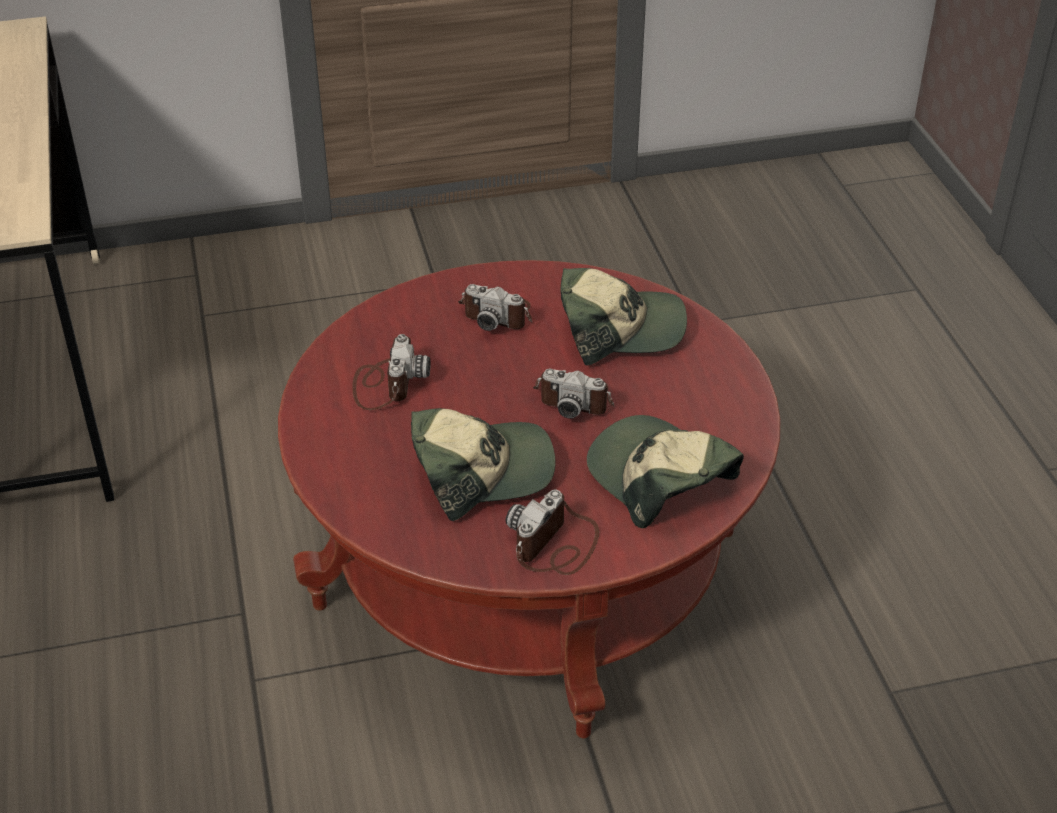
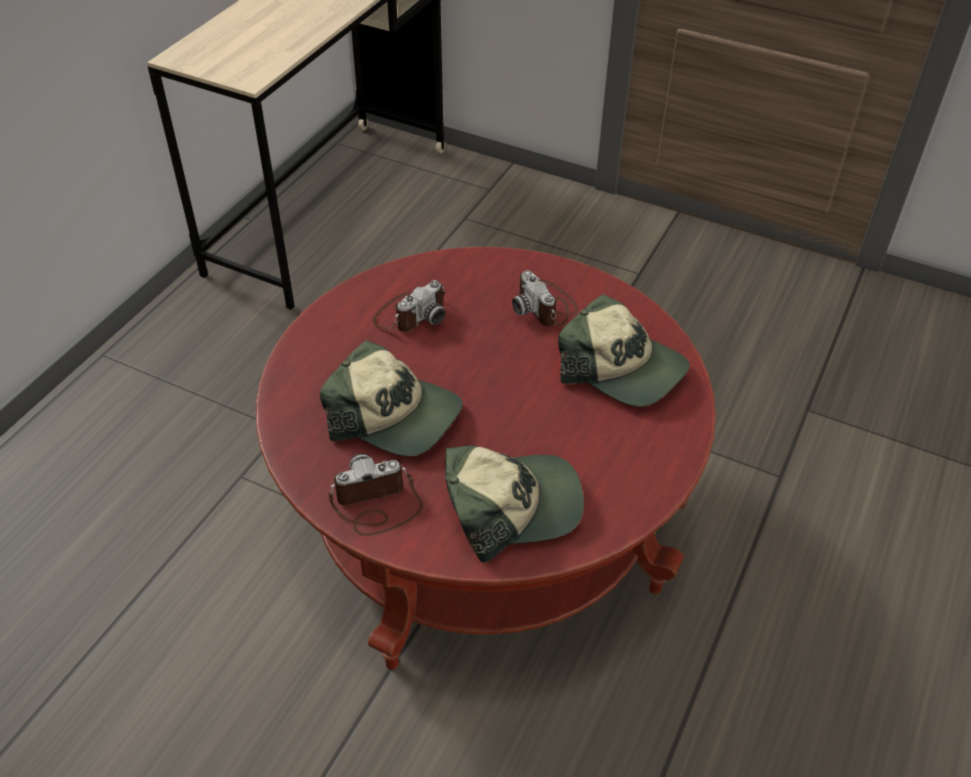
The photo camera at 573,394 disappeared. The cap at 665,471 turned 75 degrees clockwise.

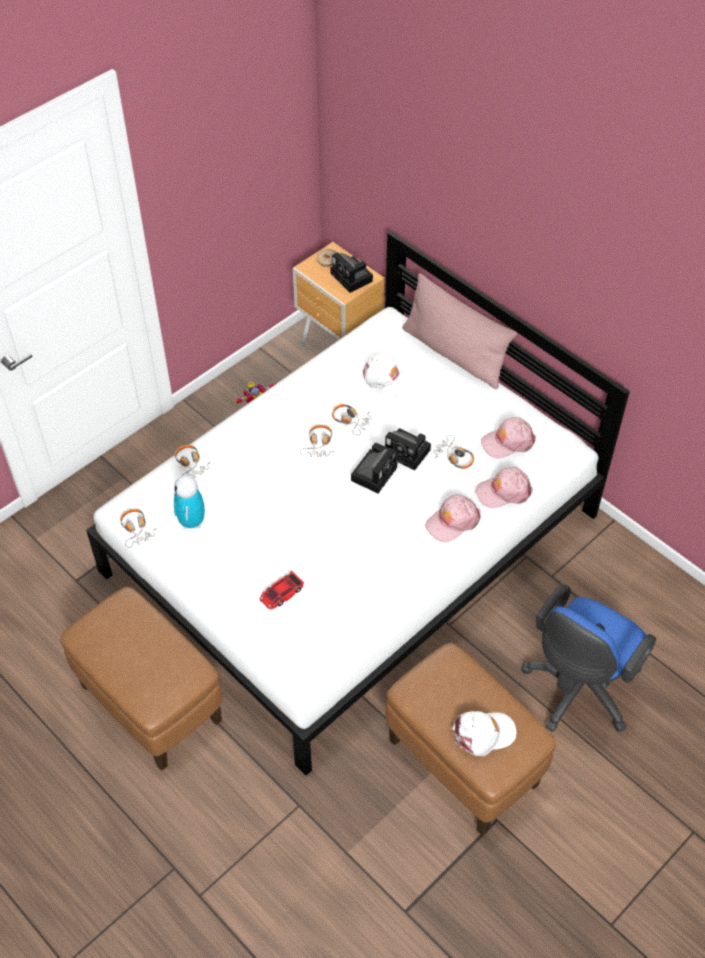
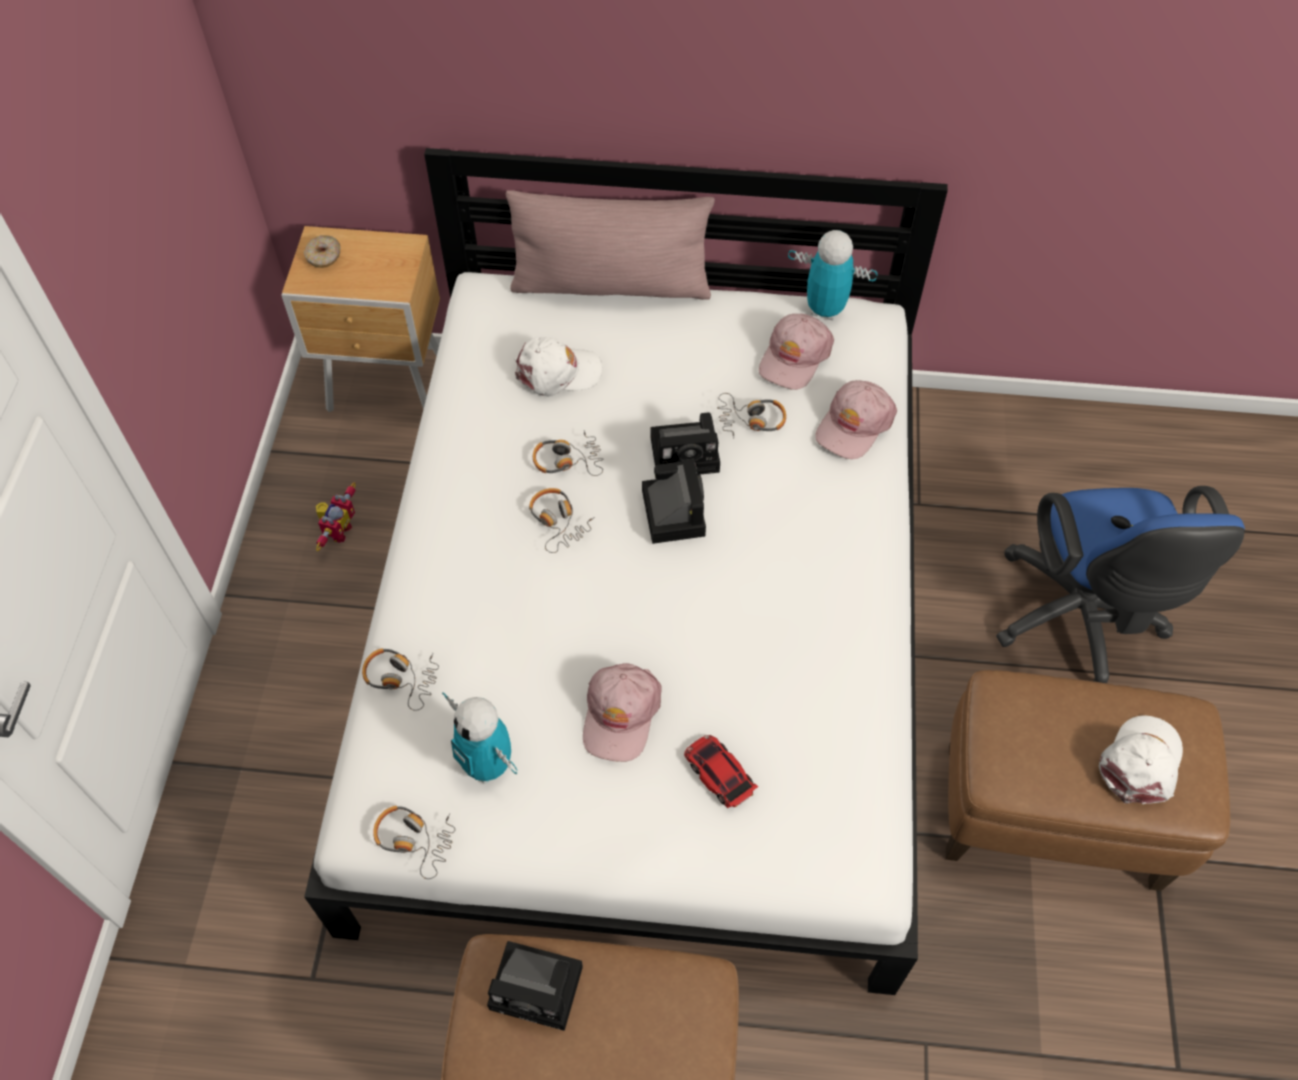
The model car at 282,590 turned 135 degrees clockwise. The photo camera moved from 352,272 to 535,986. The pink-coloured cap moved from 452,518 to 622,712. The robot figure at 833,275 appeared.

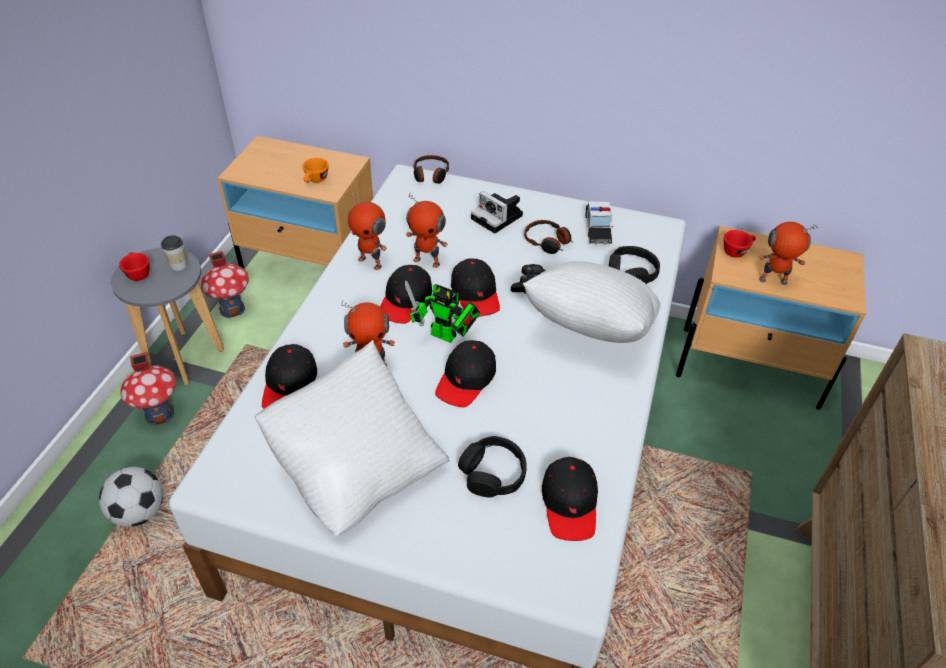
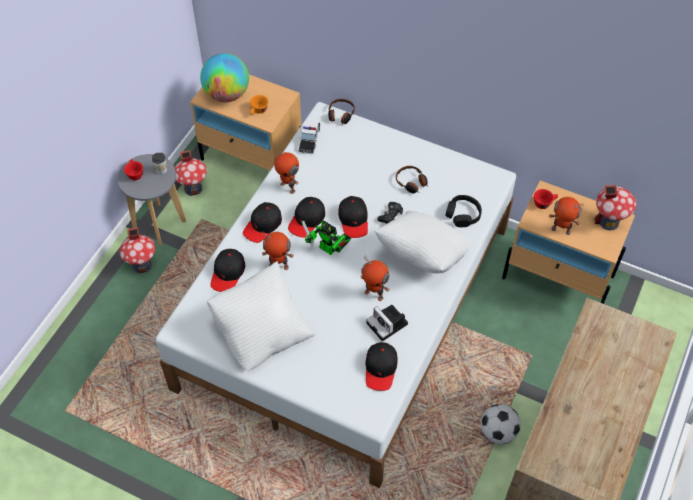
The football ball moved from 131,497 to 501,424. The robot figure moved from 427,230 to 375,278. The black cap moved from 465,374 to 262,222. The black headset at 492,467 disappeared. The photo camera moved from 497,212 to 387,323. The model car moved from 599,223 to 309,137. The desk globe at 224,77 appeared. The model house at 615,207 appeared.

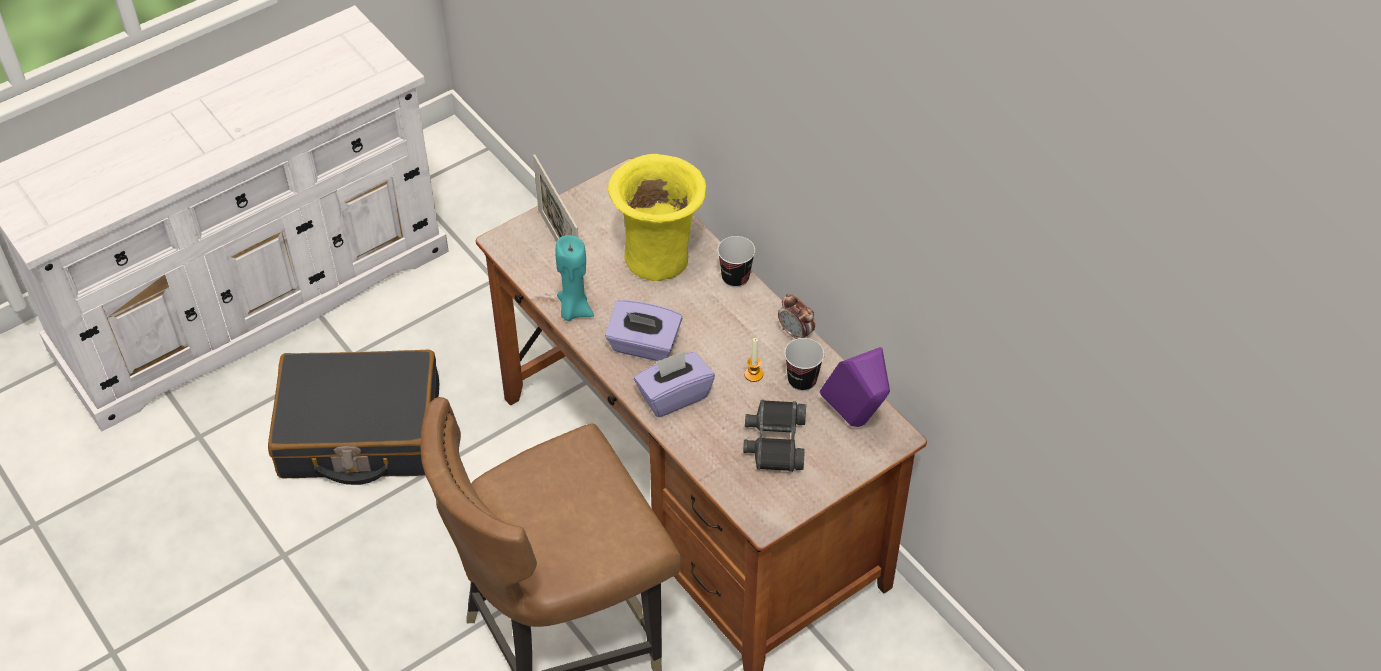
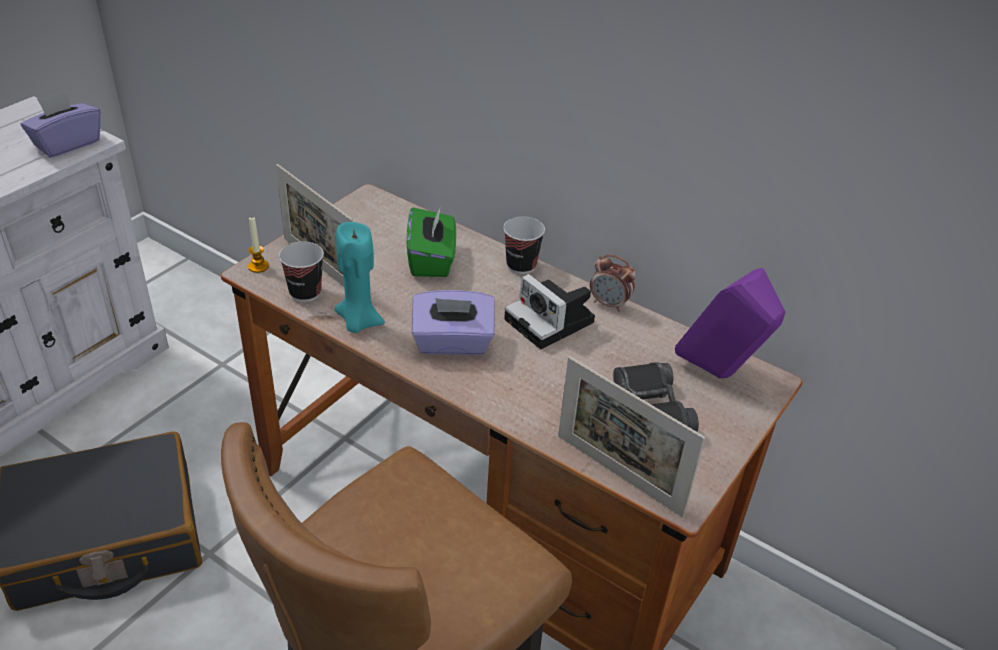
The yellowish vase at 657,217 was replaced by the green-coloured box of tissues at 431,241. The purple box of tissues moved from 674,384 to 60,124. The wax light moved from 753,360 to 258,244. The cup moved from 804,364 to 301,271. The photo camera at 549,311 appeared. The standing frame at 631,436 appeared.

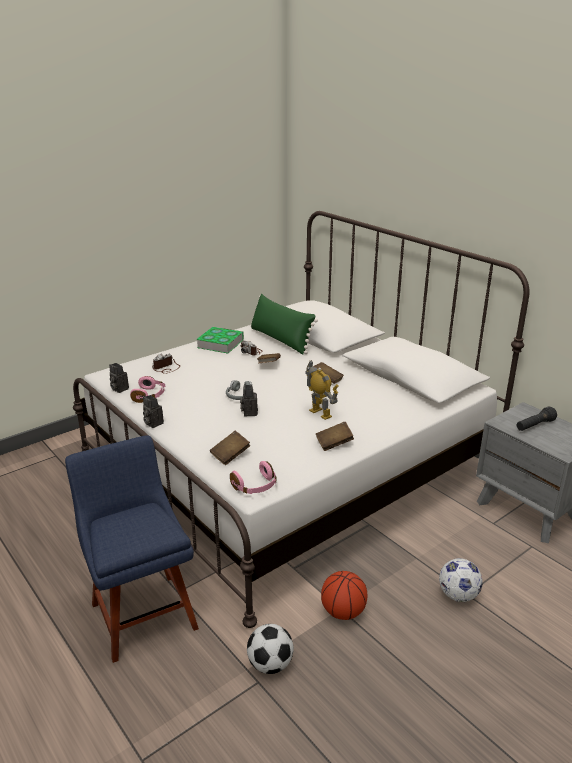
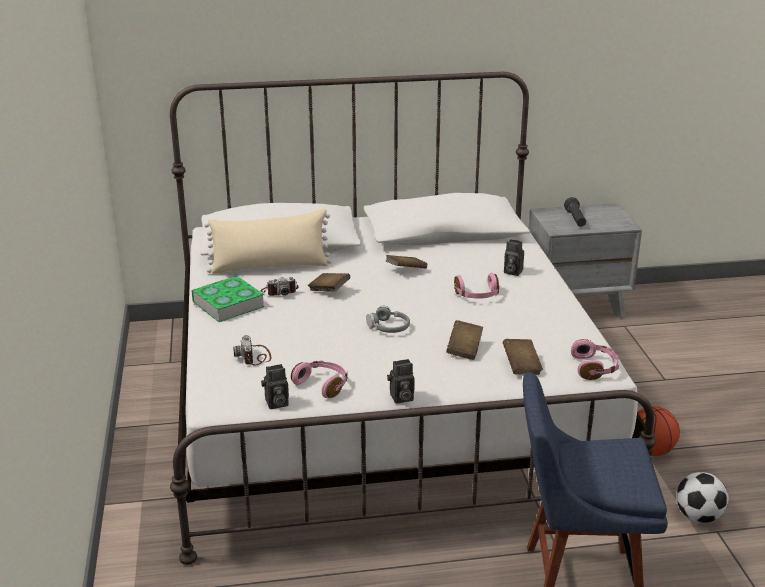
The photo camera moved from 249,400 to 514,257. The green-coloured cushion at 284,324 became the beige-coloured cushion at 268,241. The robot figure at 322,390 was replaced by the pink-coloured headset at 476,286. The brownish bound book moved from 335,436 to 464,340. The football ball at 461,580 disappeared.

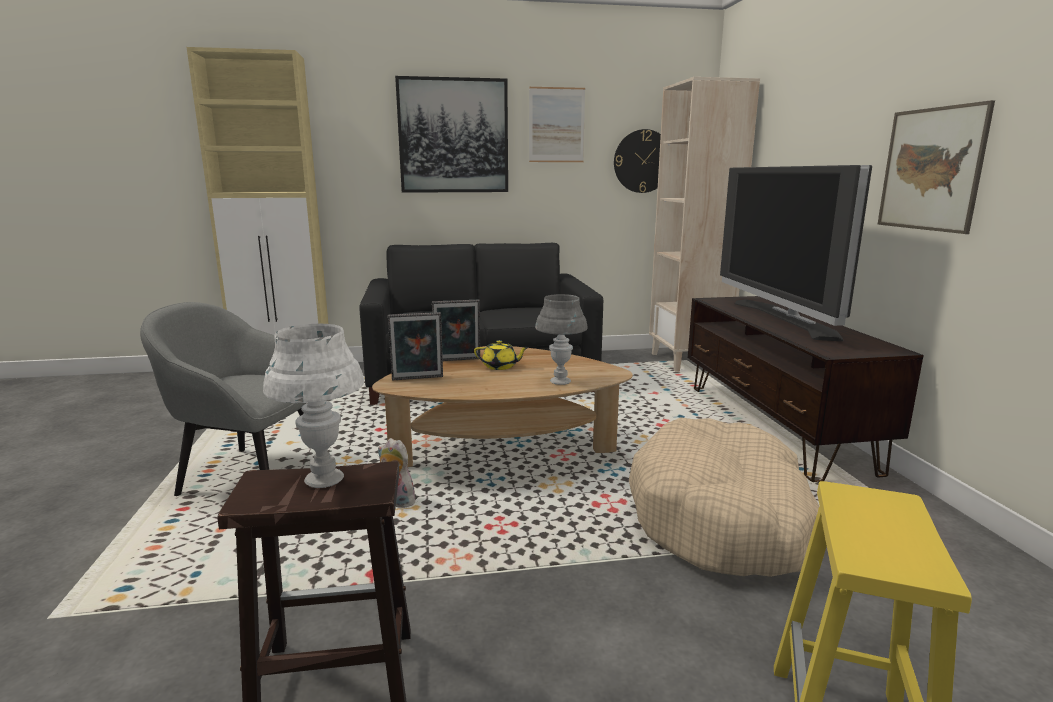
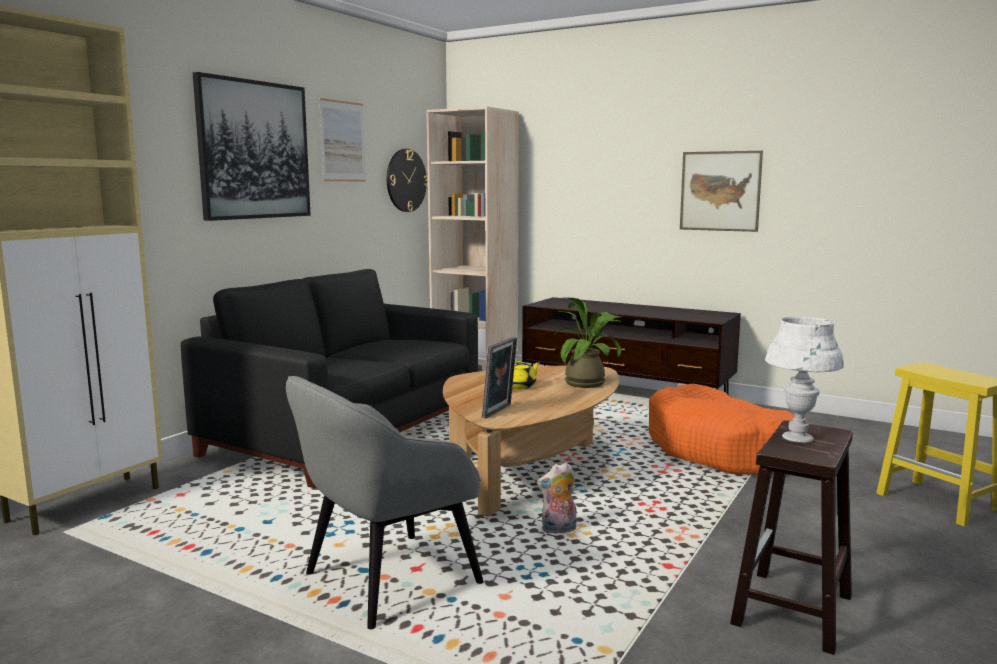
The standing frame at 456,330 disappeared. The gray table lamp at 561,339 was replaced by the houseplant at 588,343. The beige-coloured pet bed at 724,497 became the orange-coloured pet bed at 728,429. The TV at 796,253 disappeared.

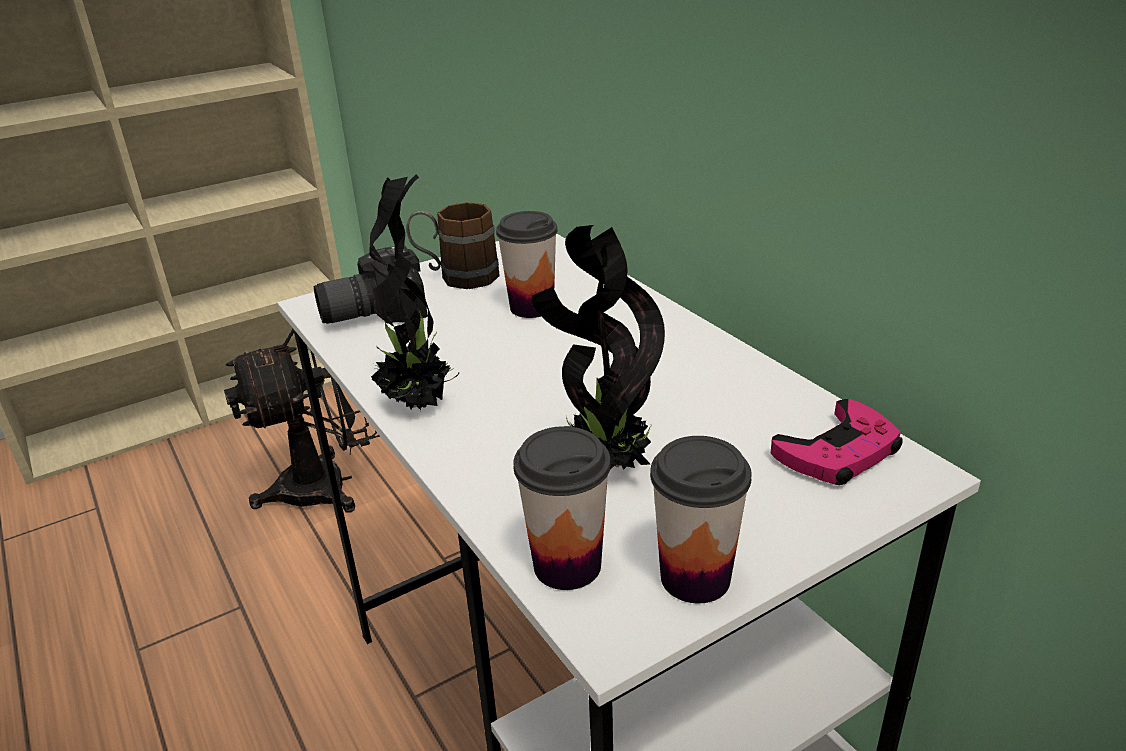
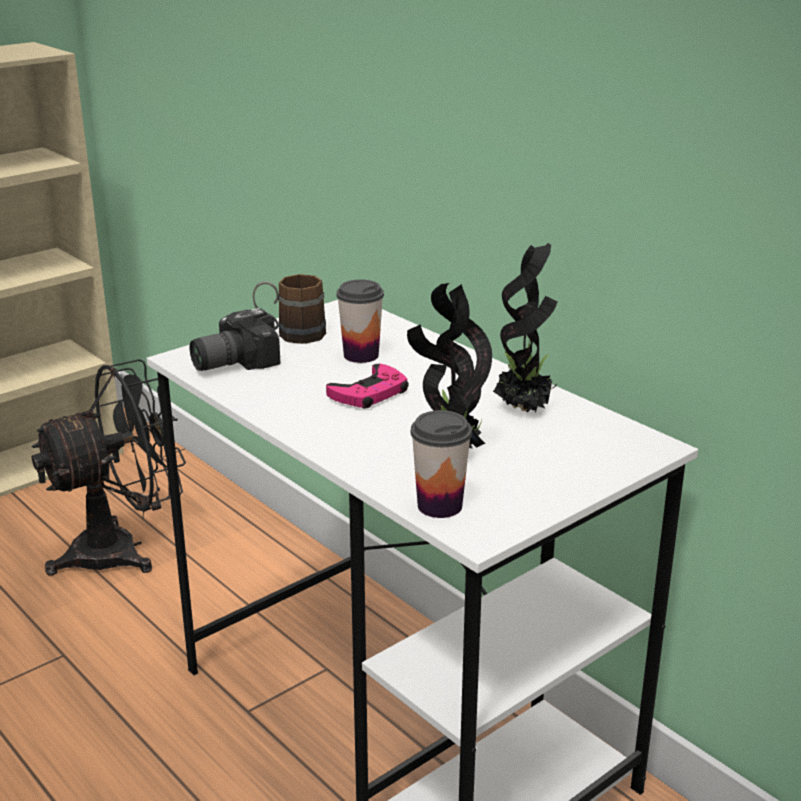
The houseplant moved from 414,292 to 525,328. The cup at 701,520 disappeared. The pink-coloured joypad moved from 837,442 to 367,386.

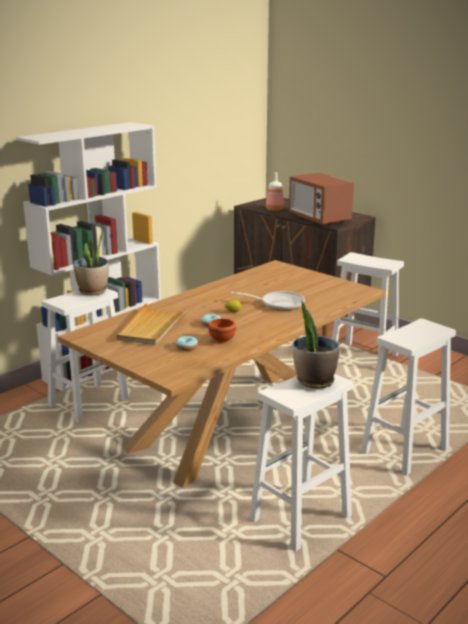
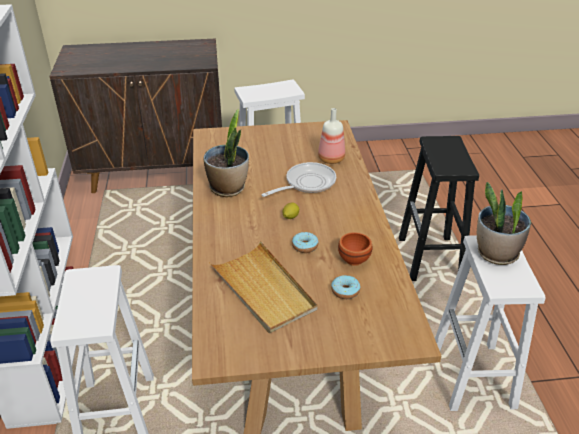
The houseplant moved from 91,262 to 226,153. The drink bottle moved from 275,191 to 331,136. The microwave oven at 321,199 disappeared. The white stool at 408,396 became the black stool at 439,208.

